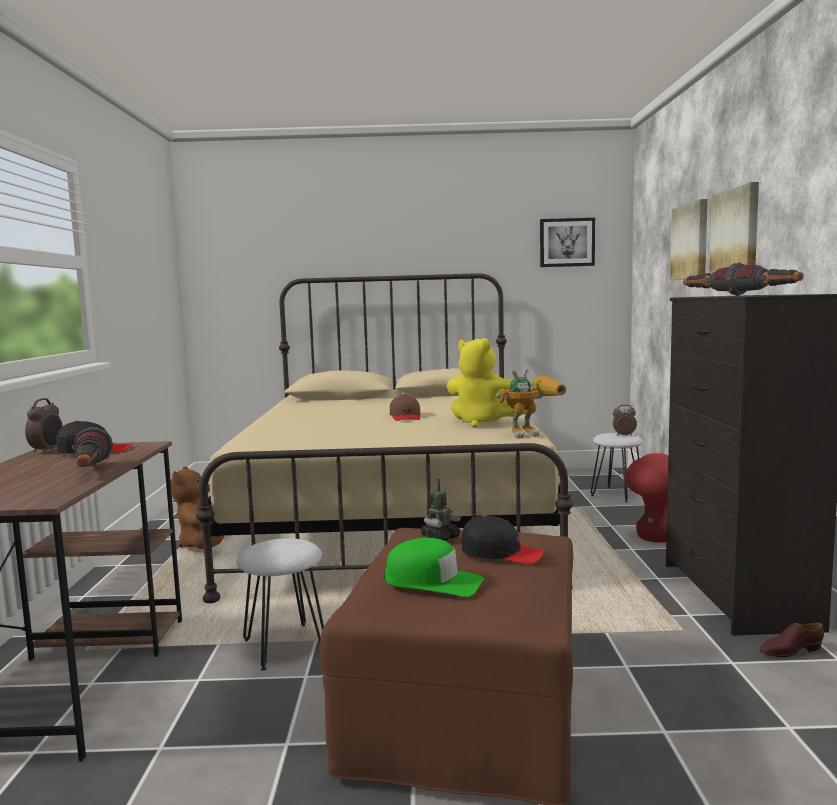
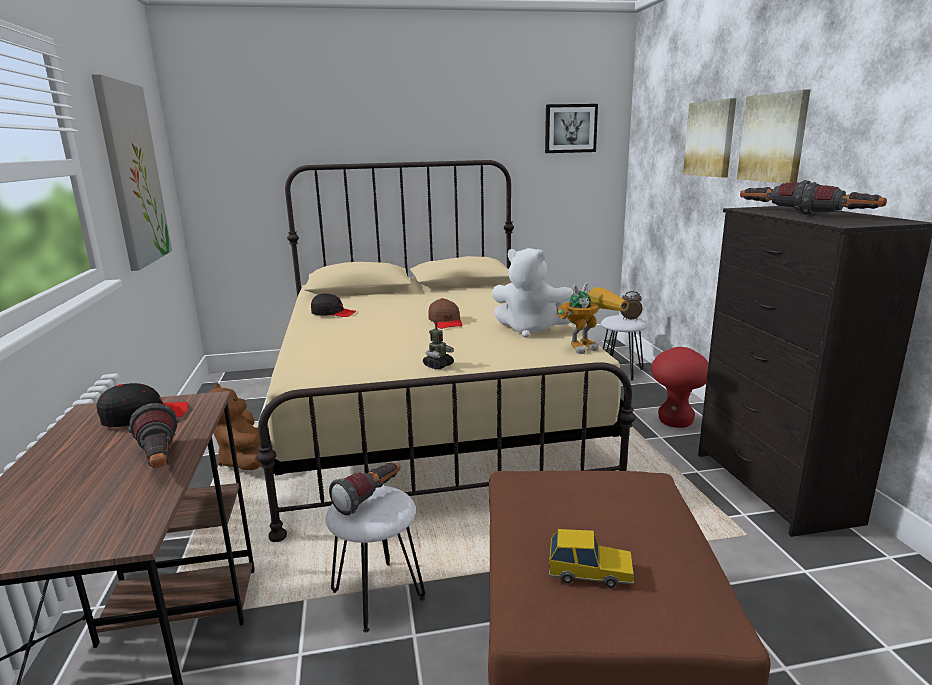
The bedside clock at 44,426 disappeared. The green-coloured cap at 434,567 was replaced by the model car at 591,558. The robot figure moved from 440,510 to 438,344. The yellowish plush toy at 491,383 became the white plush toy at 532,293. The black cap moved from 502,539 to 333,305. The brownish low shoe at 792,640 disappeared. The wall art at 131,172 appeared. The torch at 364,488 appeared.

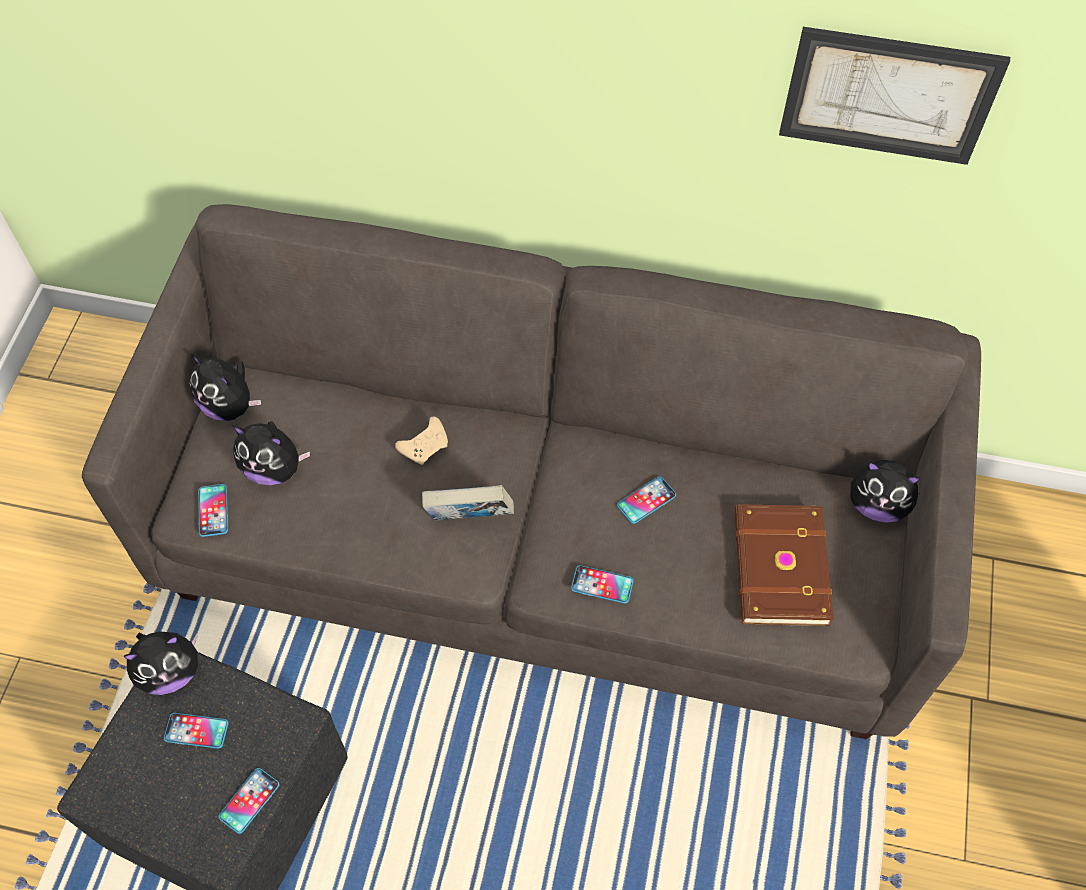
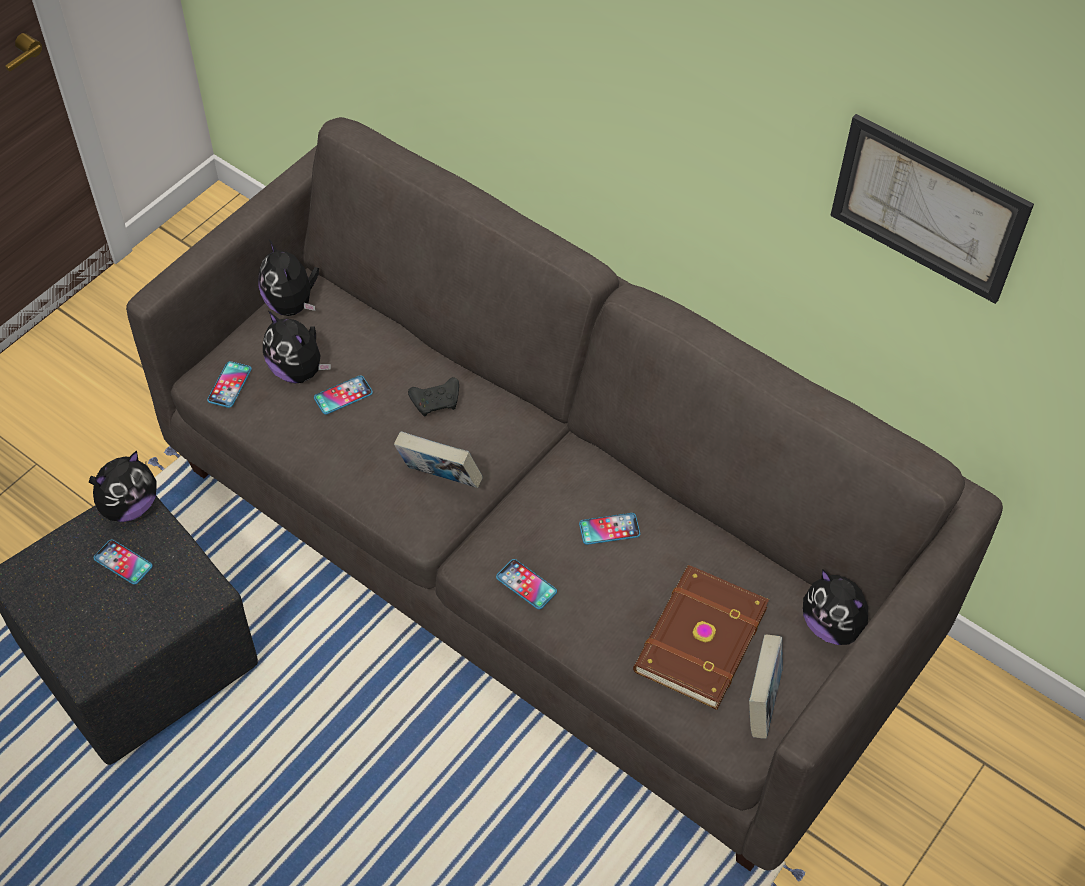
The plush toy at 160,663 turned 45 degrees counterclockwise. The handset moved from 248,801 to 343,395. The beige-coloured joypad at 421,441 became the black joypad at 433,397. The bound book at 766,687 appeared.

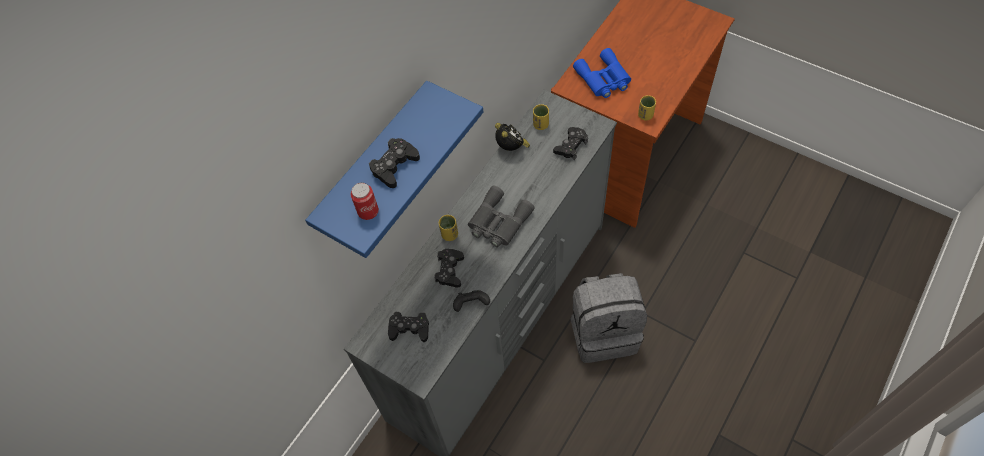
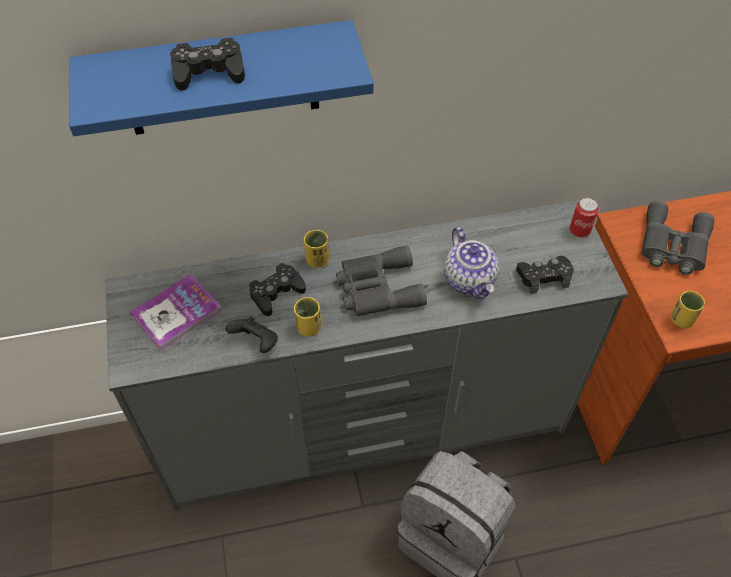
The metal can moved from 365,201 to 584,217. The black joypad at 408,327 was replaced by the bound book at 176,312. The bedside clock at 512,137 disappeared. The yellowish cup moved from 541,117 to 307,317. The blue-coloured binoculars at 602,73 became the gray binoculars at 677,238. The pot for tea at 471,263 appeared.

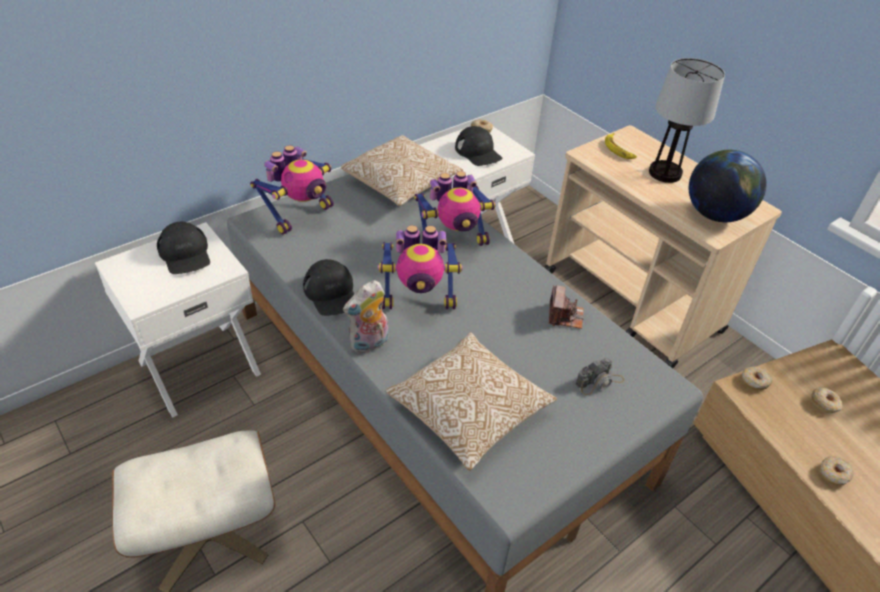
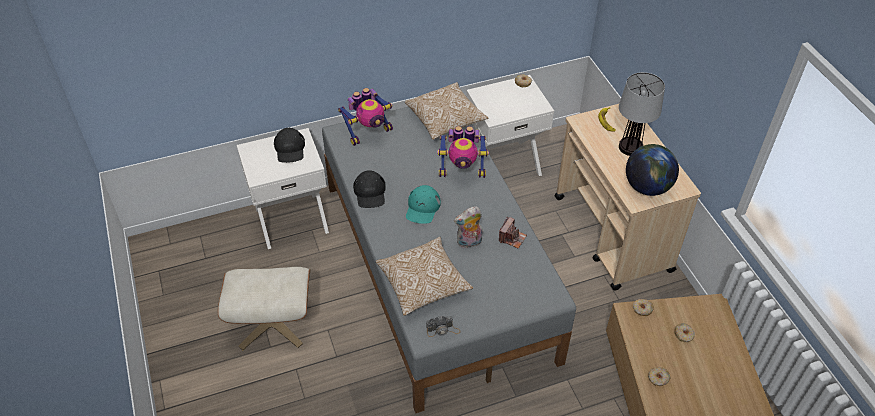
The plush toy moved from 365,317 to 468,227. The robot figure at 420,267 was replaced by the turquoise cap at 423,204. The black cap at 478,146 disappeared. The photo camera moved from 600,376 to 443,326.

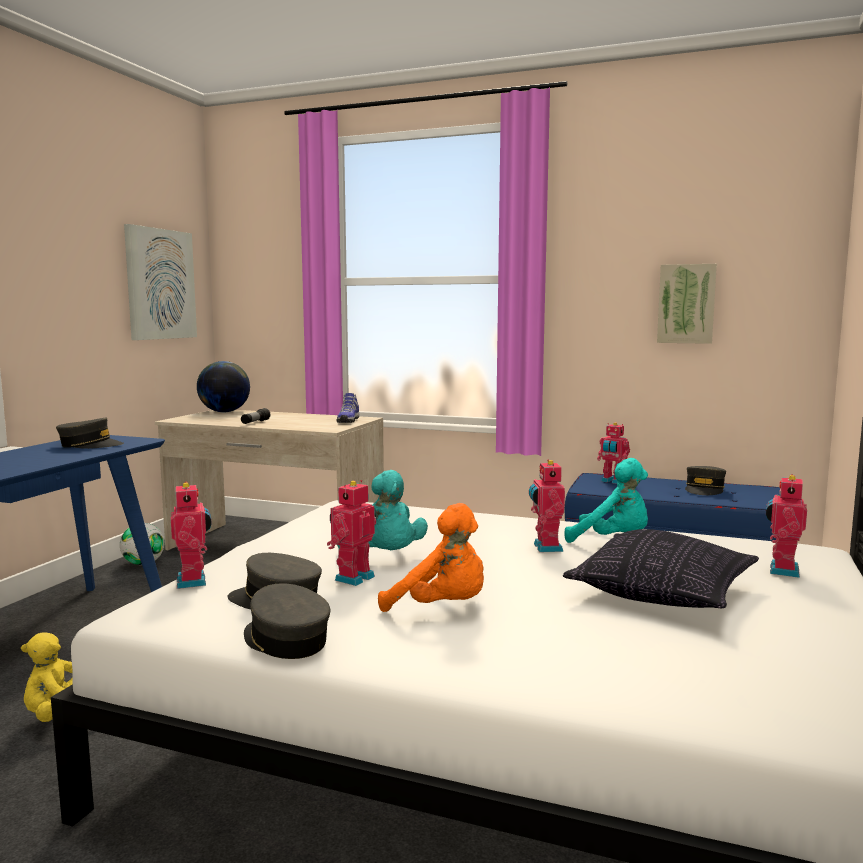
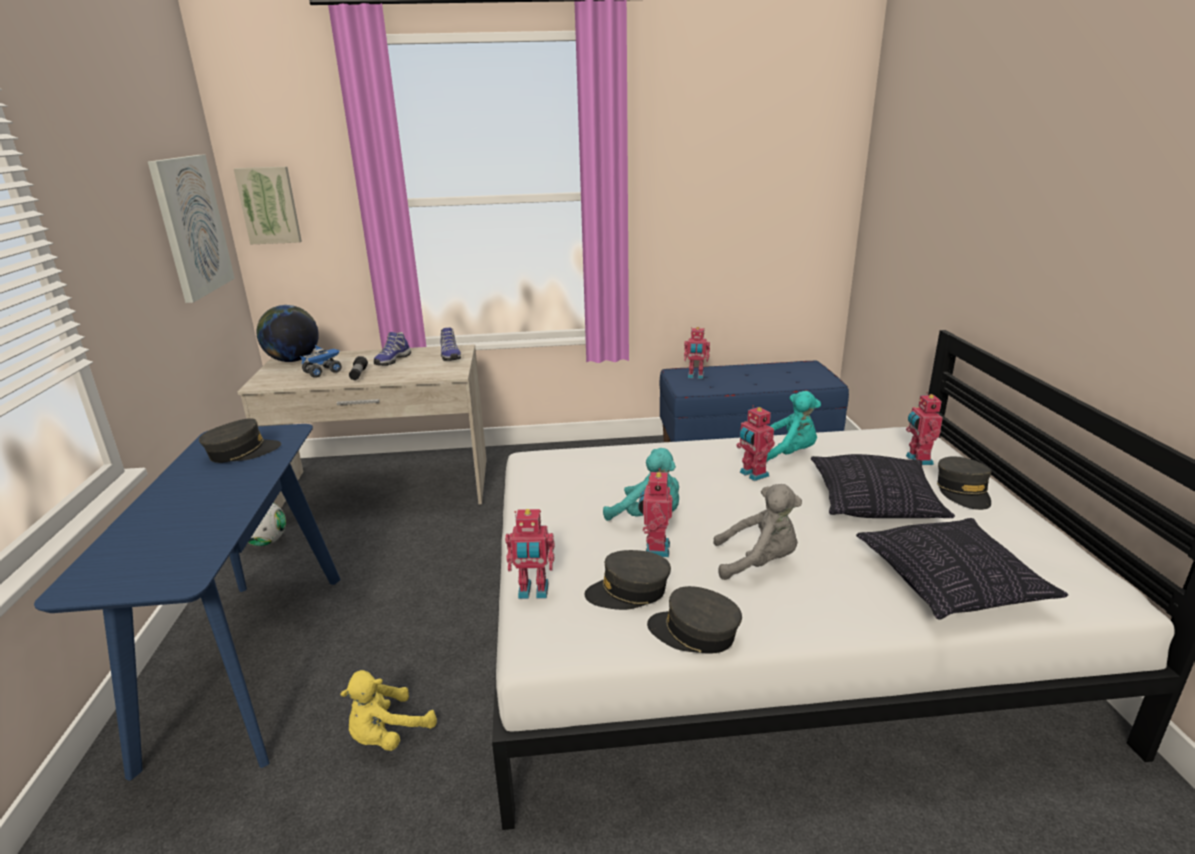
The robot figure at 191,535 turned 135 degrees clockwise. The orange-coloured plush toy at 431,557 became the gray plush toy at 757,532. The wall art moved from 687,304 to 268,206. The gray cap moved from 705,480 to 964,483. The toy truck at 321,361 appeared. The low shoe at 392,349 appeared. The cushion at 962,569 appeared.

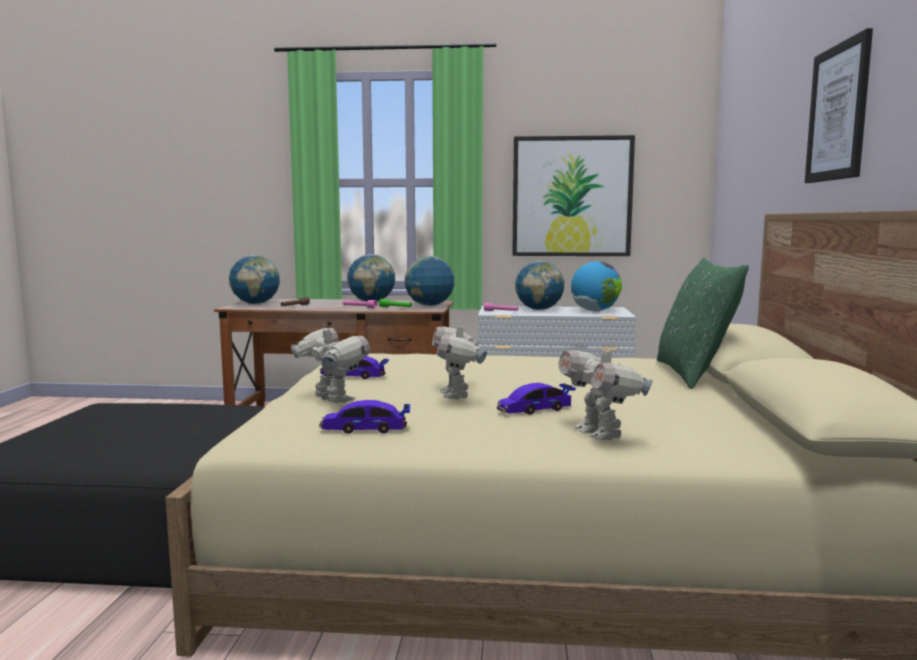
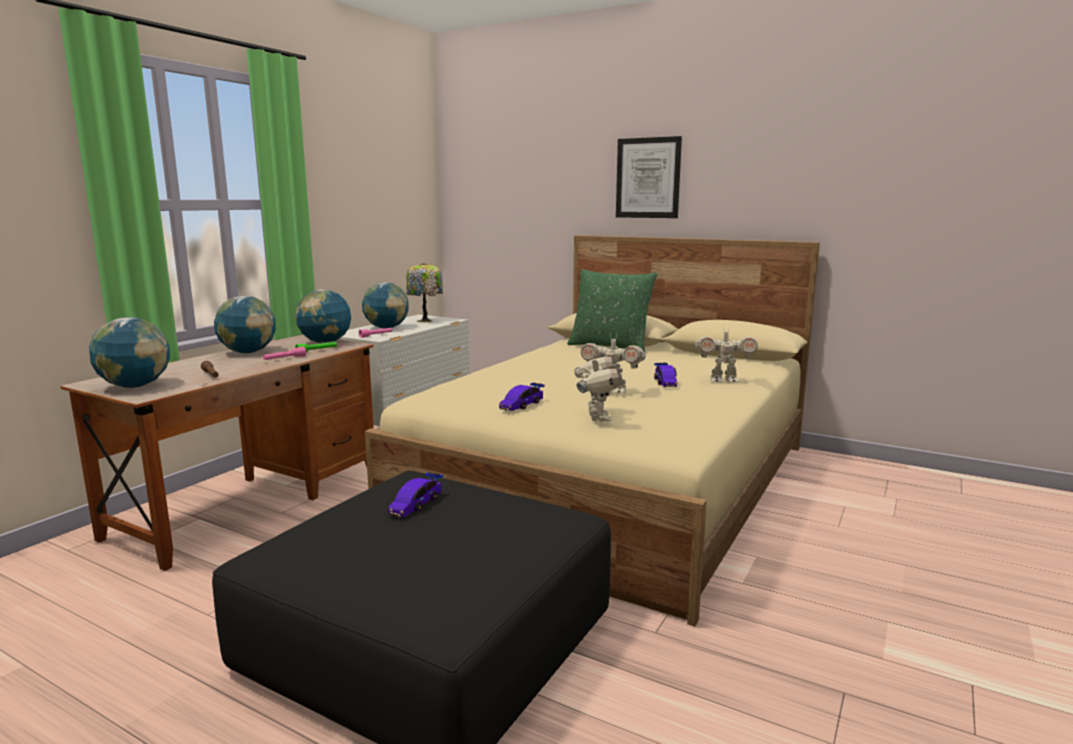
The robot figure at 330,362 turned 105 degrees clockwise. The model car moved from 364,417 to 415,494. The wall art at 573,195 disappeared. The desk globe at 596,287 was replaced by the table lamp at 424,292.

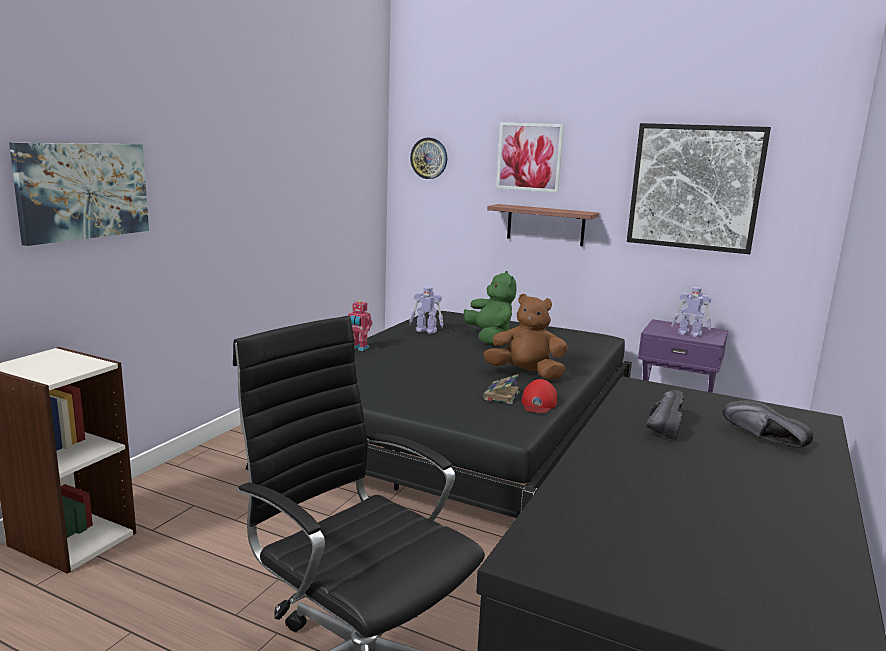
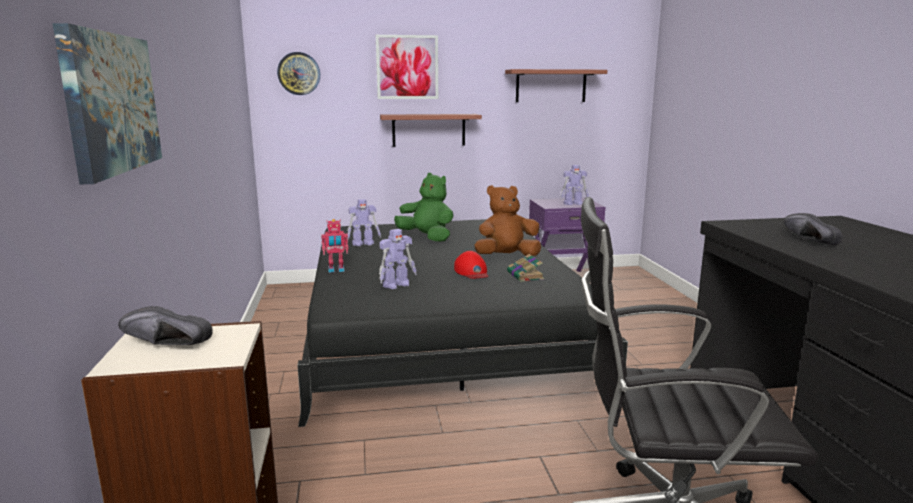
The red-coloured cap moved from 539,396 to 471,265. The wall art at 699,188 was replaced by the wall shelf at 556,85. The black low shoe moved from 767,424 to 165,325. The robot figure at 398,259 appeared.

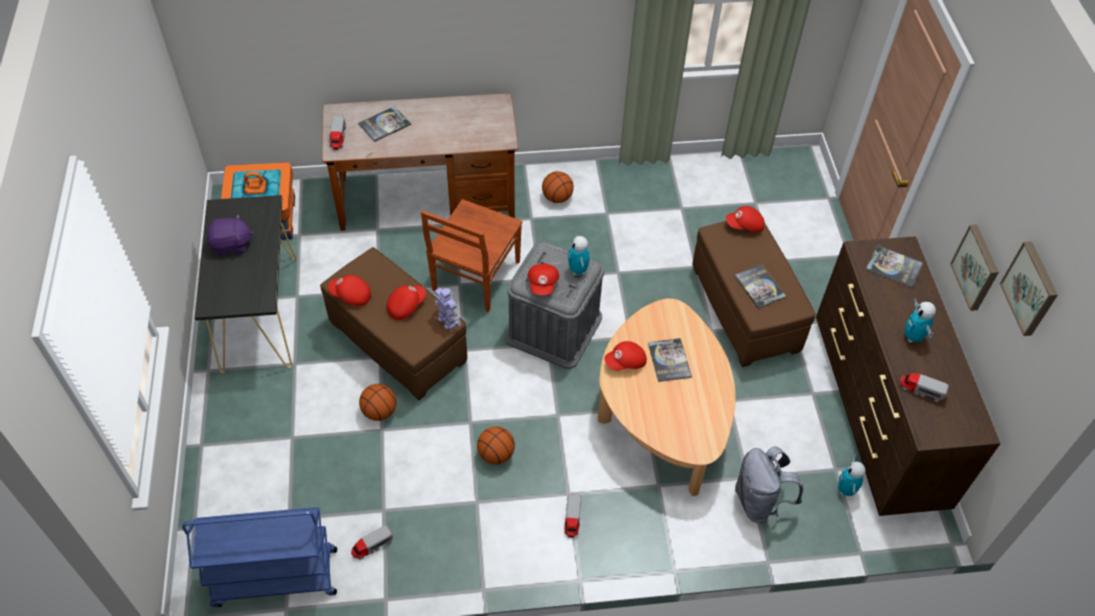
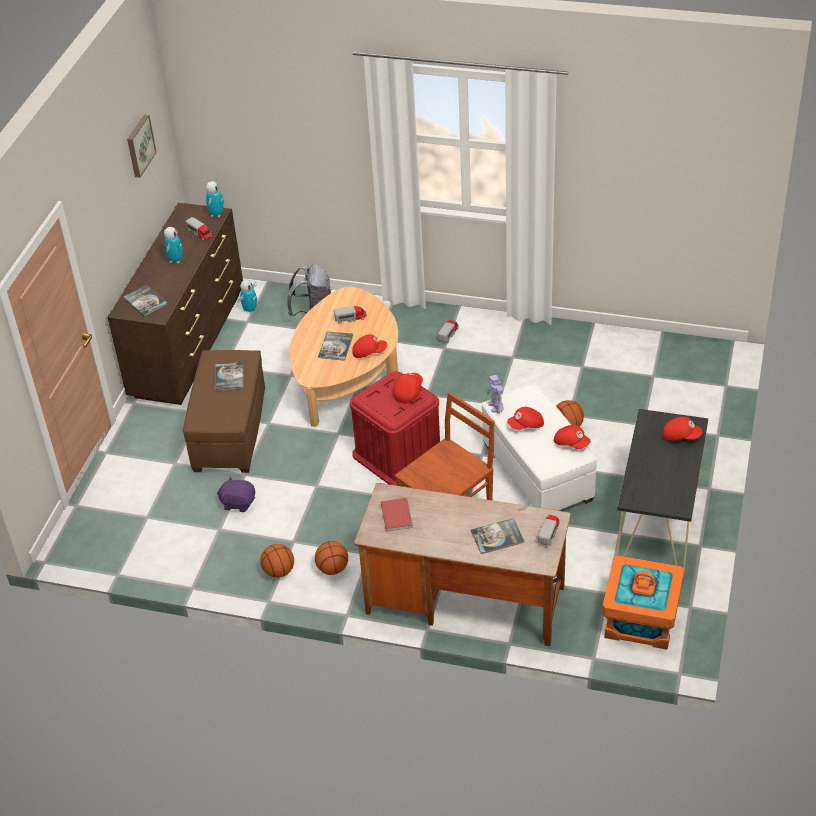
The blue-coloured cart at 259,557 disappeared. The purple plush toy moved from 230,235 to 236,494. The brownish footrest at 393,323 became the white footrest at 539,447. The toy truck moved from 372,542 to 350,315. The basketball moved from 496,445 to 277,561. The gray storage box at 554,305 became the red-coloured storage box at 395,428. The robot figure moved from 578,255 to 215,199. The red-coloured cap moved from 745,219 to 682,428. The wall art at 974,267 disappeared. The red-coloured bound book at 397,515 appeared.

